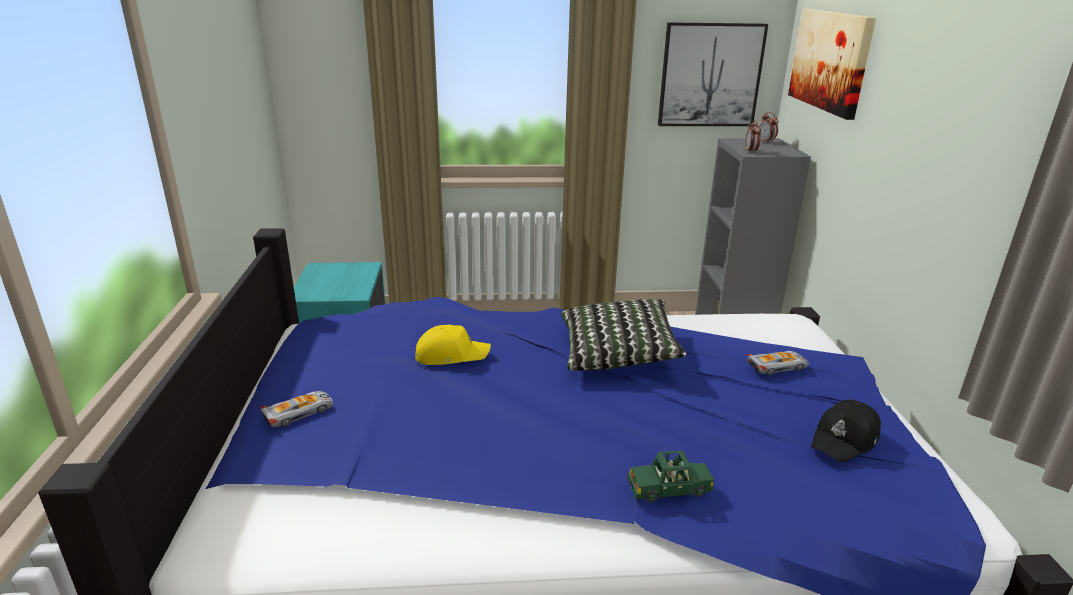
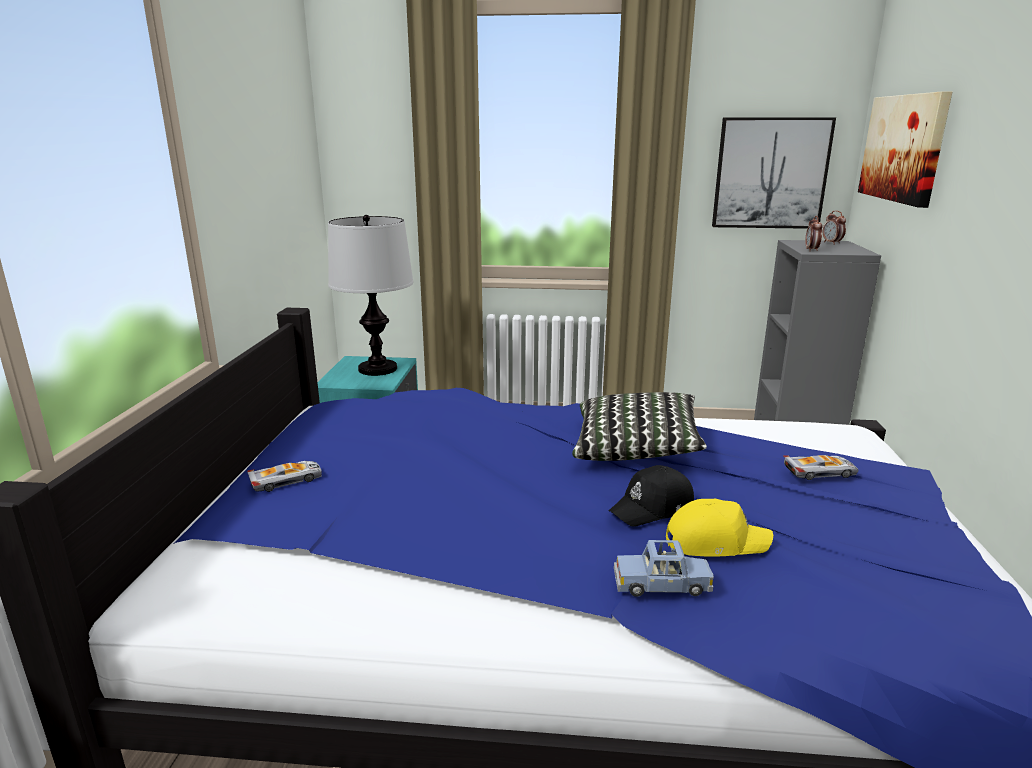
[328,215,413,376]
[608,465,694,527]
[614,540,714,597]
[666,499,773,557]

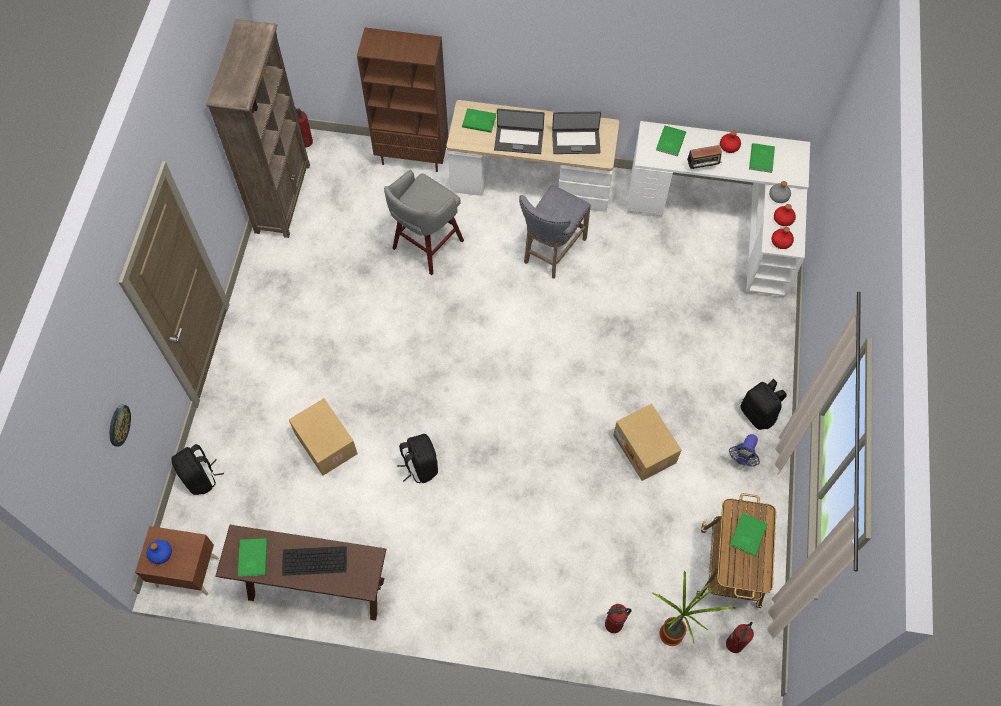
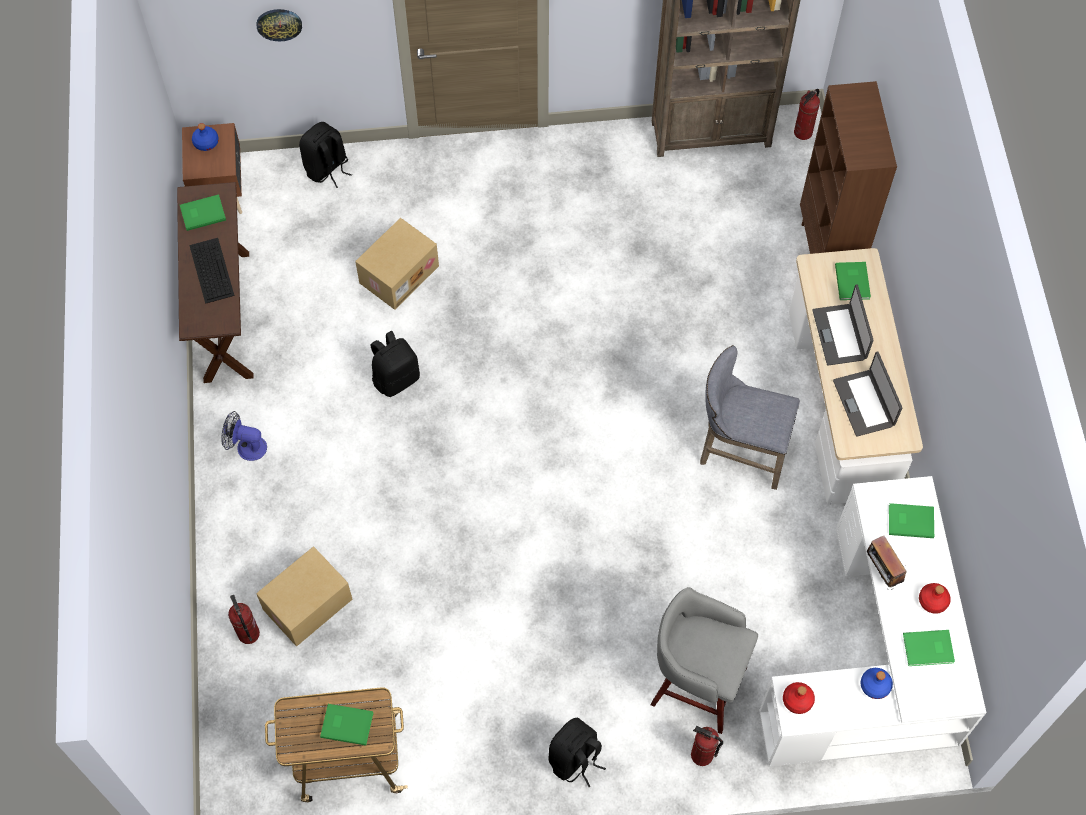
[221,411,267,461]
[256,546,352,646]
[651,587,758,734]
[691,726,723,766]
[861,668,893,699]
[652,570,736,646] (first image)
[774,204,796,226] (first image)

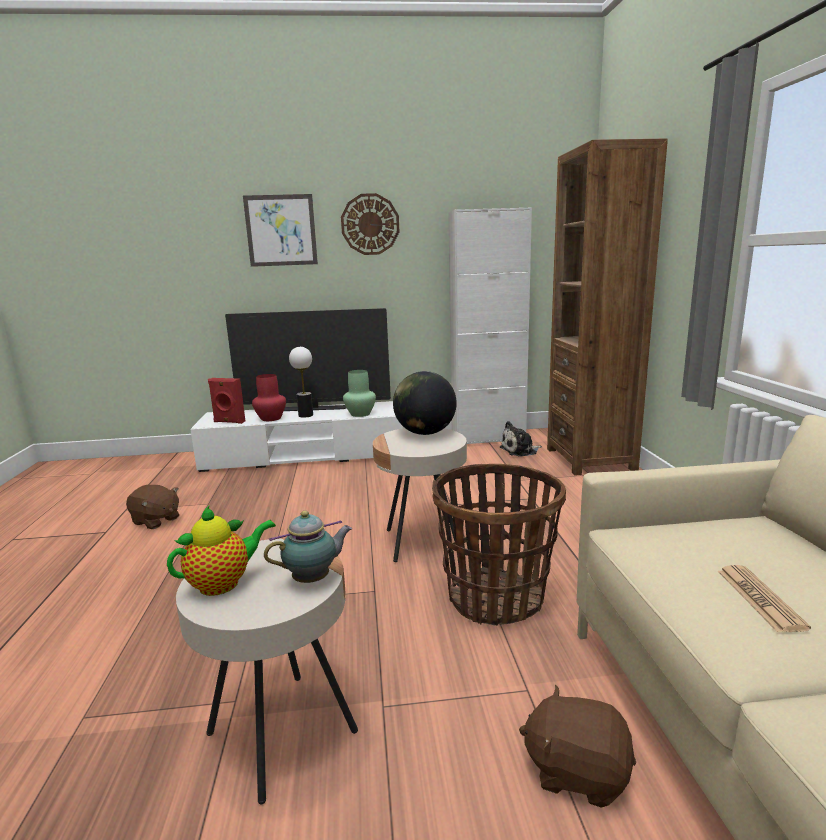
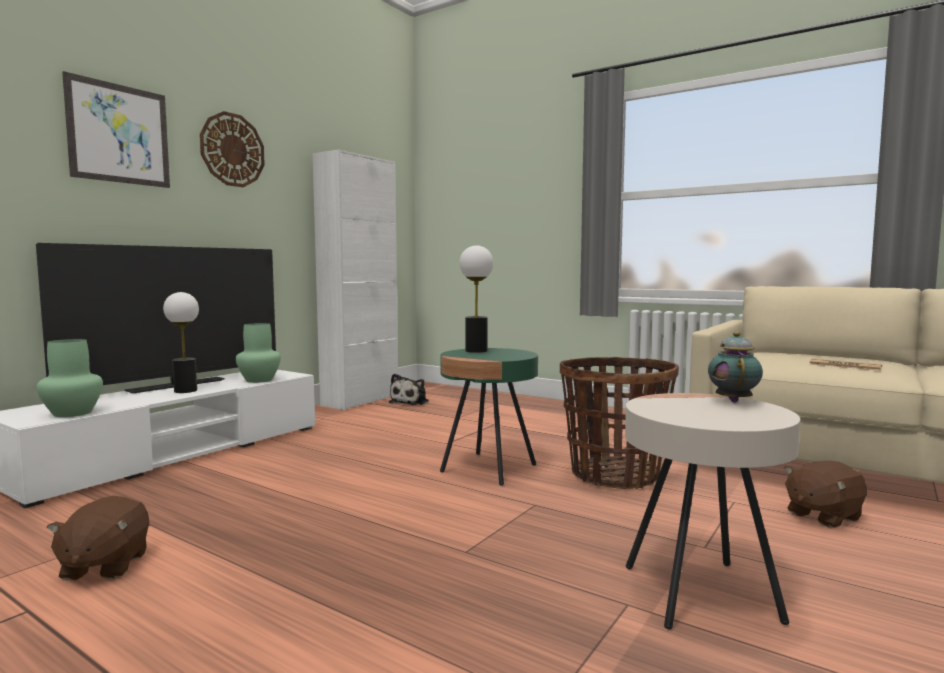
[36,339,103,417]
[46,496,149,581]
[440,348,538,485]
[459,245,493,353]
[167,506,276,596] (first image)
[252,374,286,421] (first image)
[547,139,668,476] (first image)

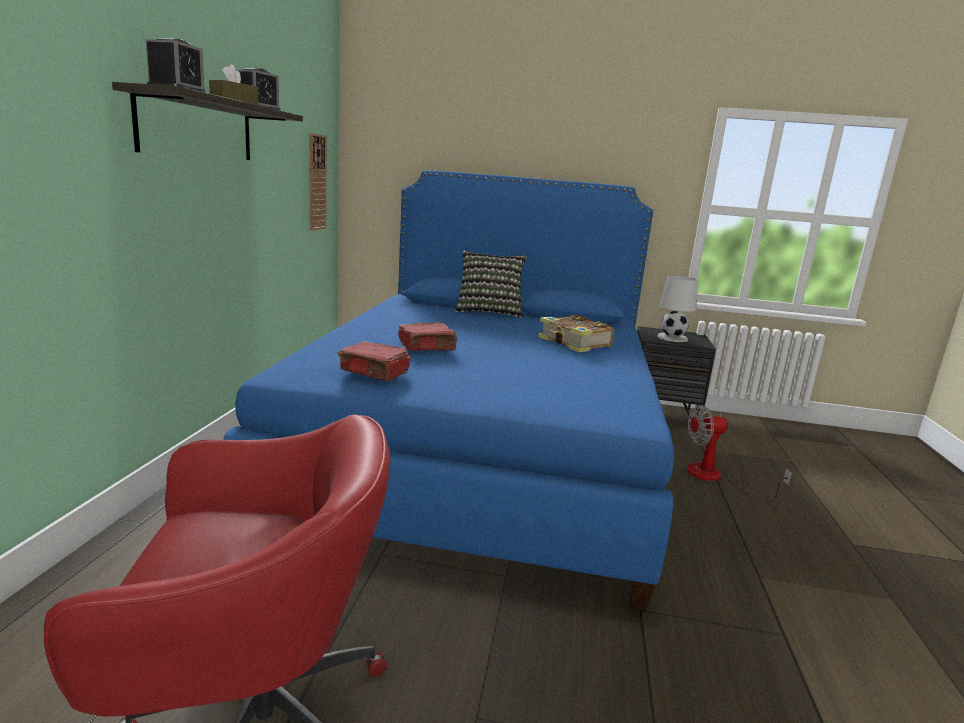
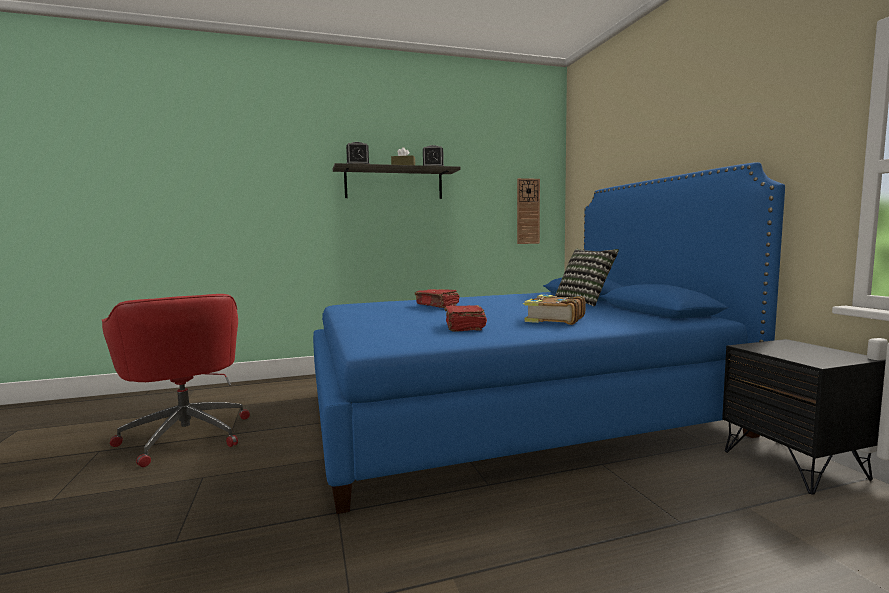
[444,305,487,332]
[657,275,698,342] (first image)
[687,405,792,501] (first image)

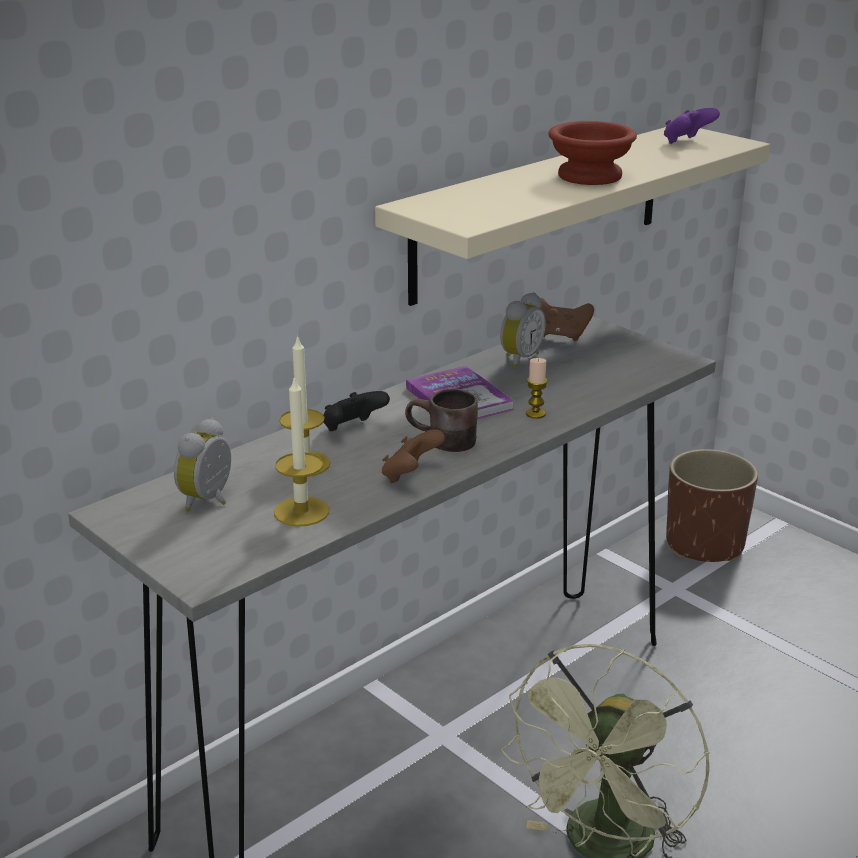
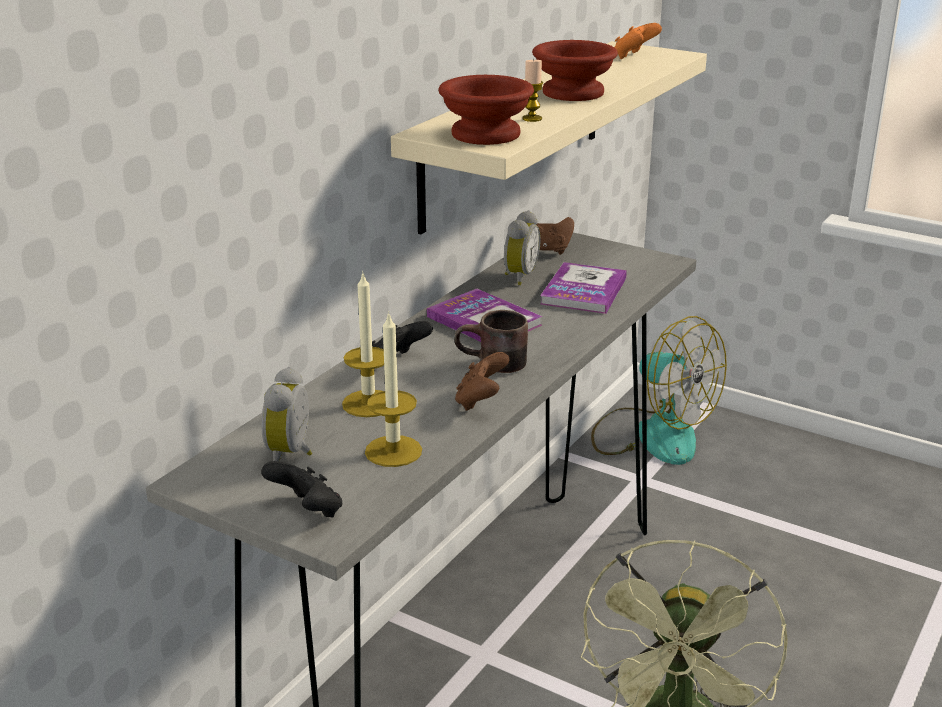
[261,461,342,518]
[438,75,534,145]
[522,59,543,122]
[540,262,627,314]
[591,316,727,465]
[615,23,662,59]

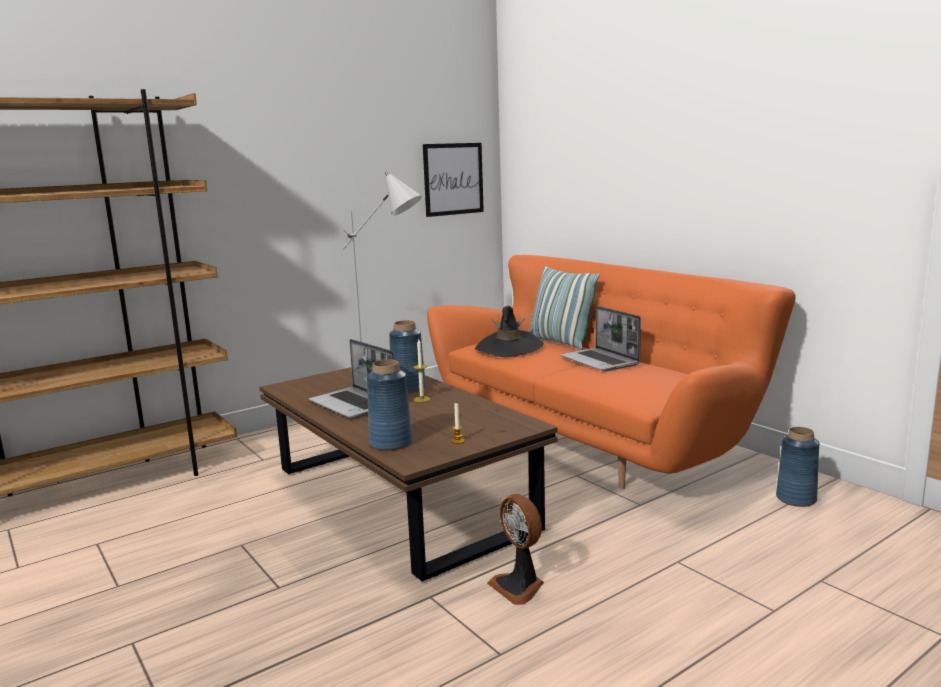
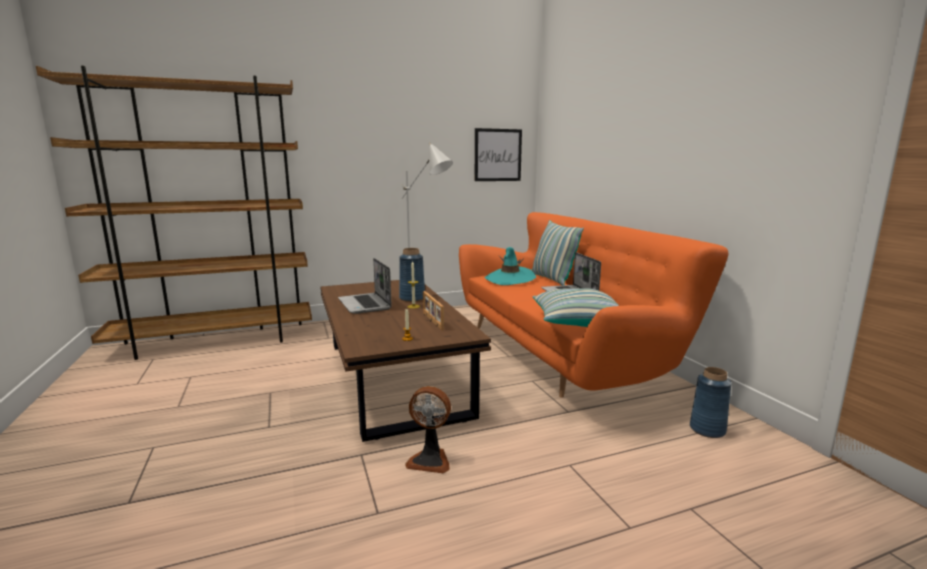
[405,386,451,474]
[423,291,444,331]
[484,247,536,285]
[532,288,619,327]
[367,359,412,451] (first image)

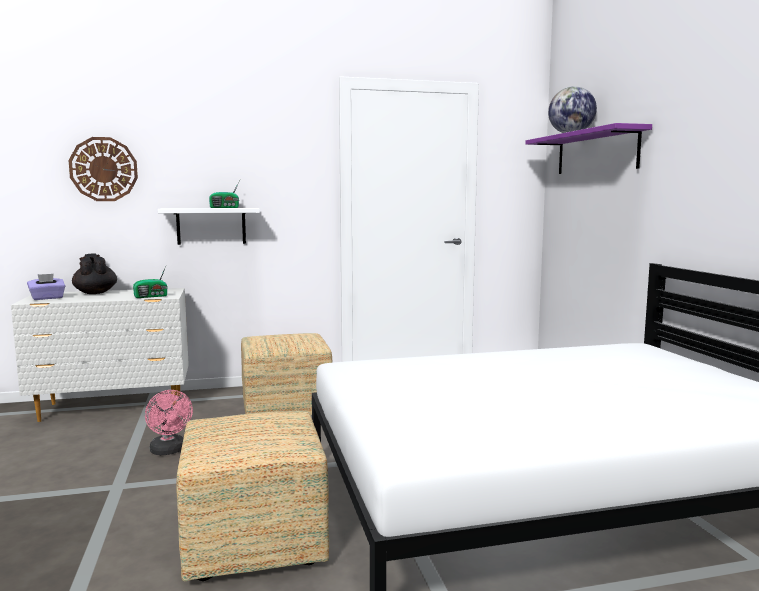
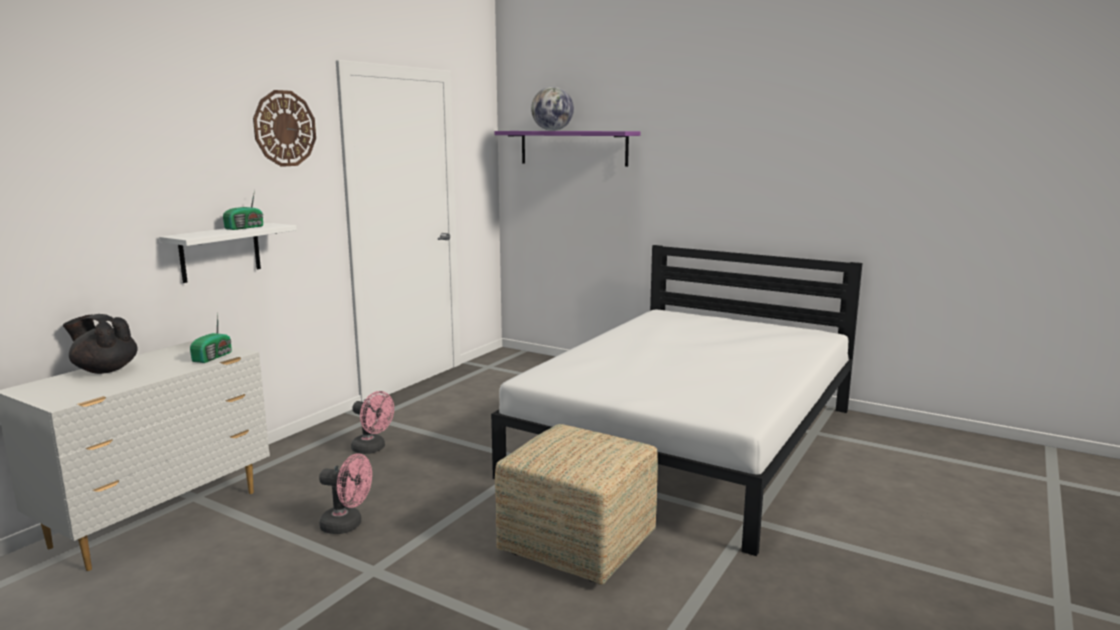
[253,90,316,167]
[351,391,394,454]
[27,274,65,300] (first image)

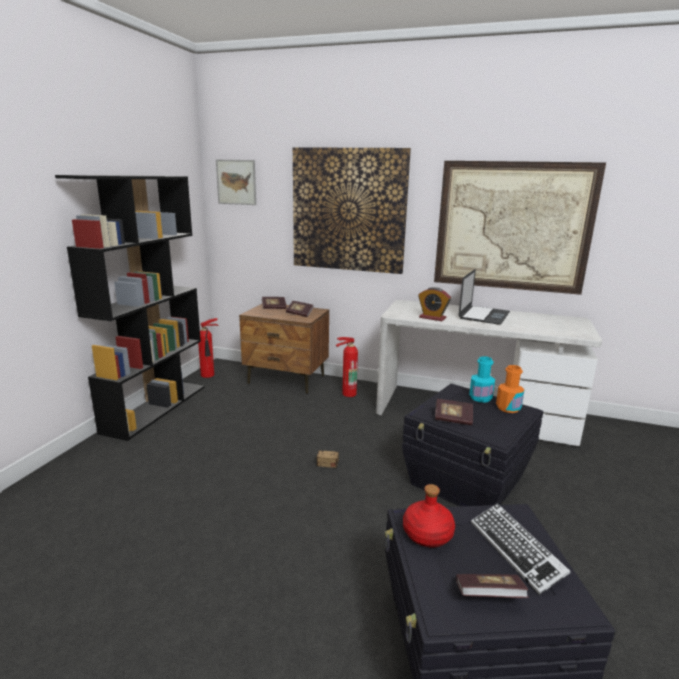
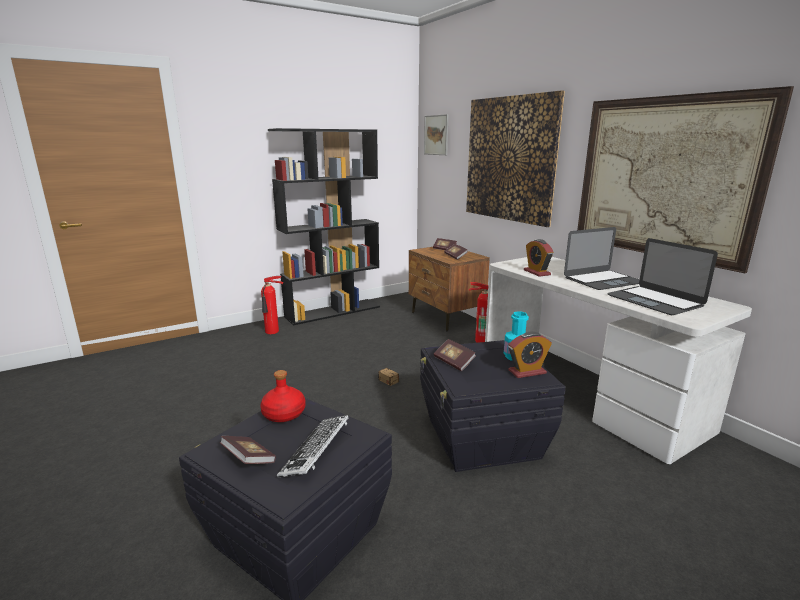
[261,276,283,334]
[508,332,552,378]
[607,238,718,315]

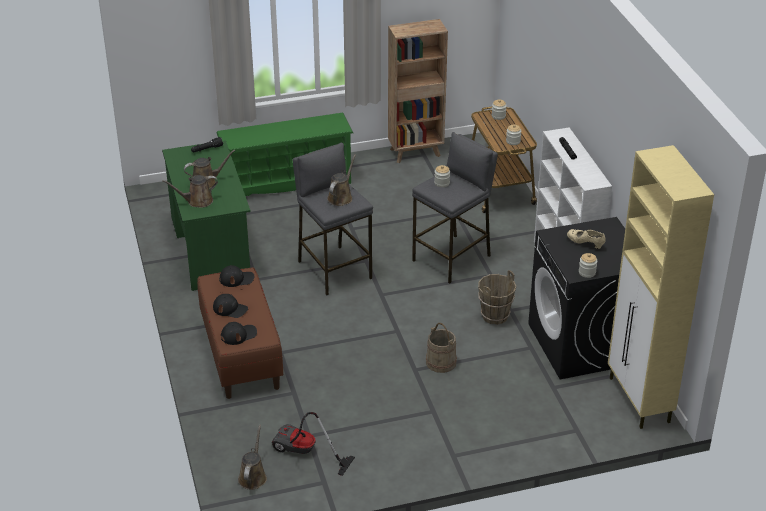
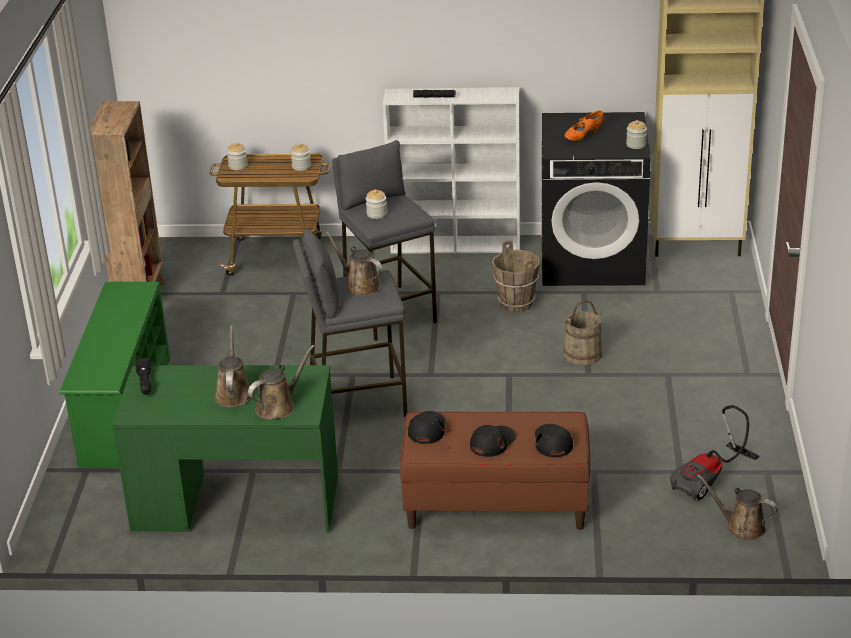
[248,345,315,420]
[564,110,604,141]

